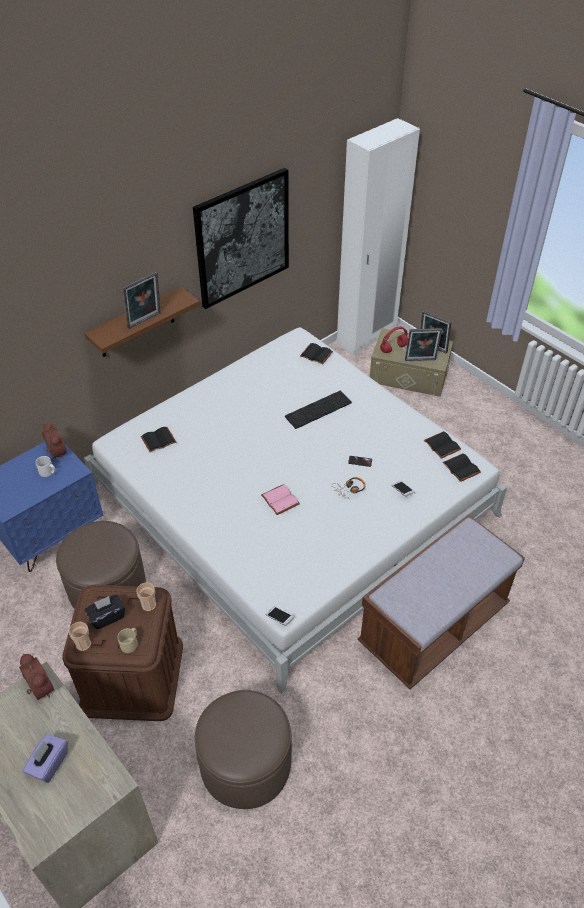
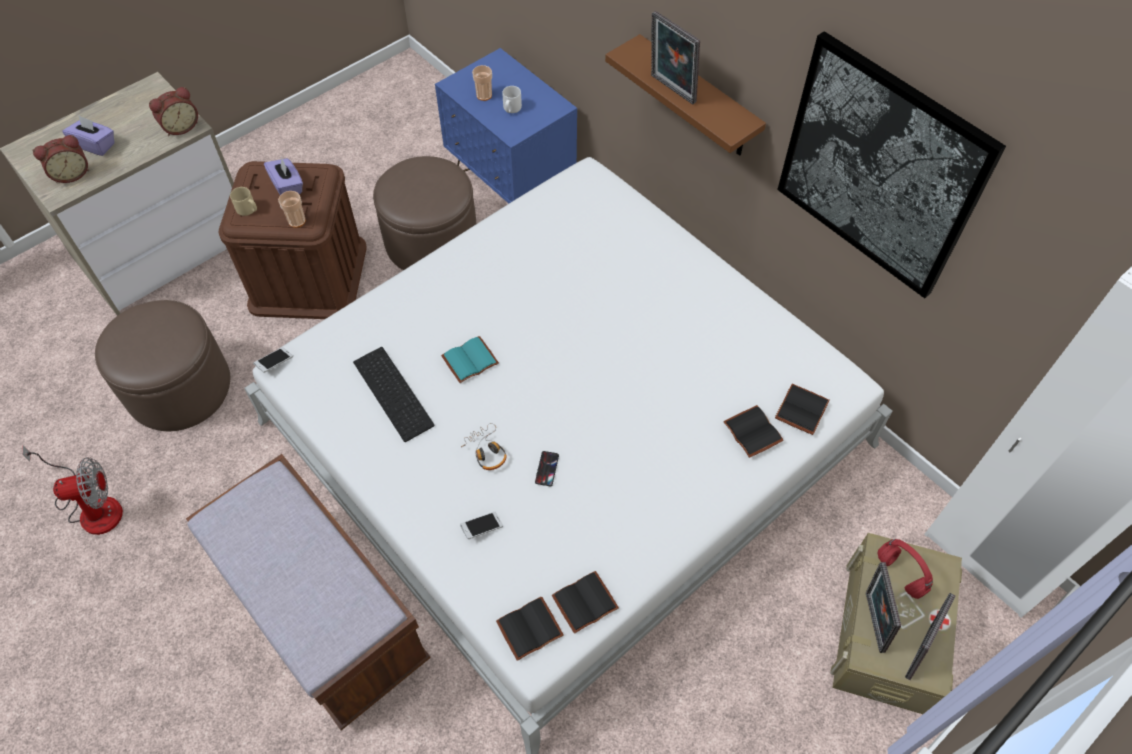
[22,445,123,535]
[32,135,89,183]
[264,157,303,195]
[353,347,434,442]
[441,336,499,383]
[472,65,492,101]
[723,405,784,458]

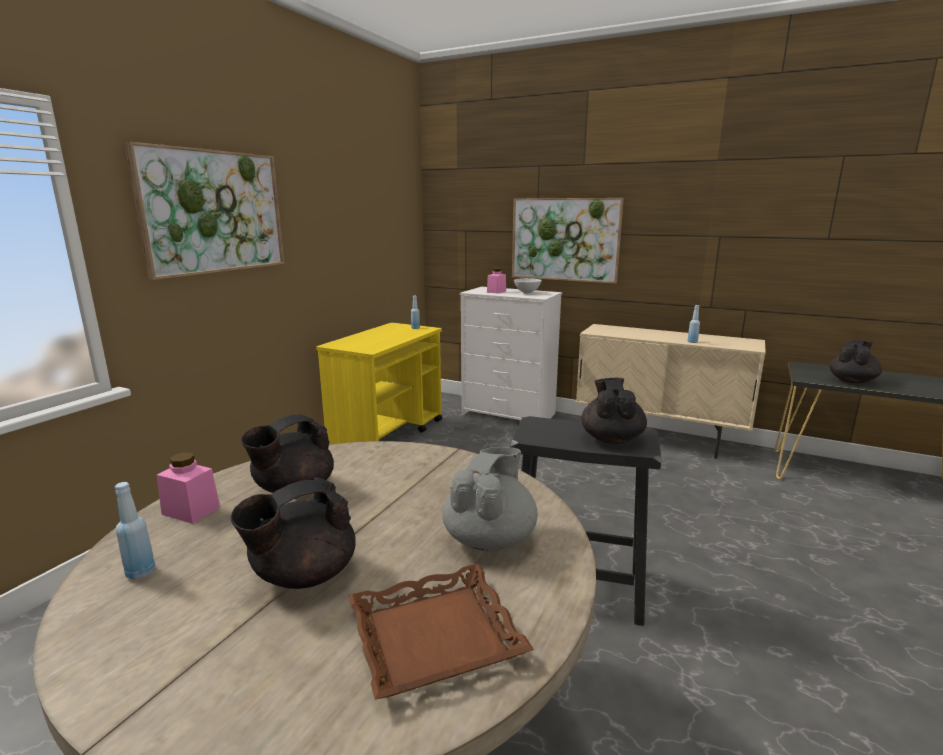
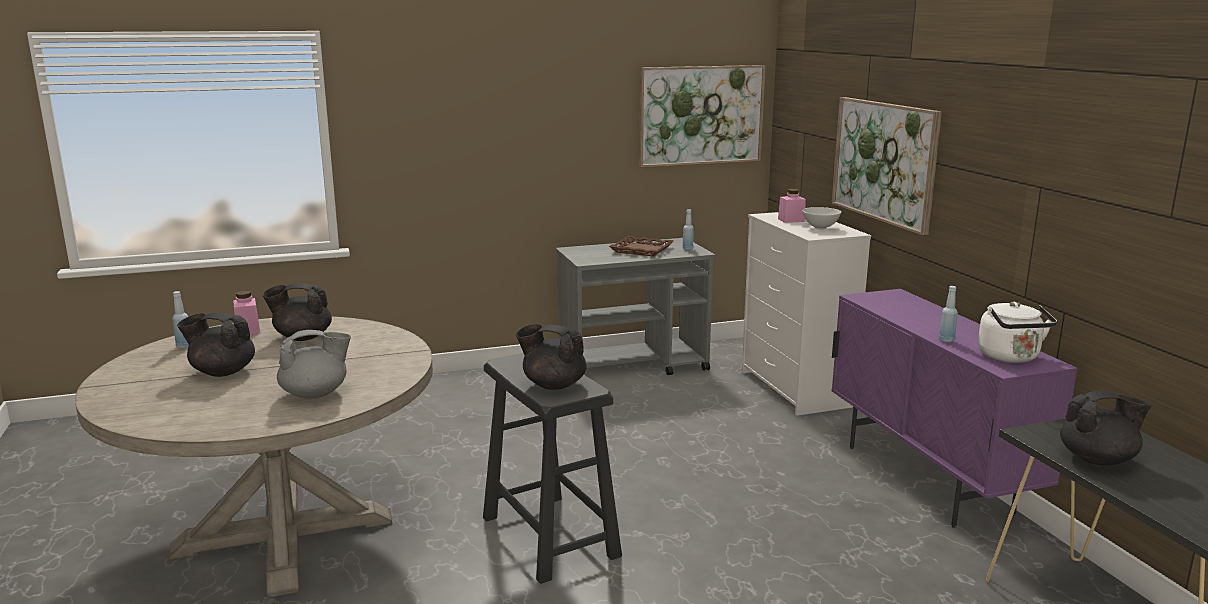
[516,324,586,390]
[556,238,715,375]
[609,236,674,257]
[639,65,766,167]
[832,289,1078,528]
[978,302,1057,363]

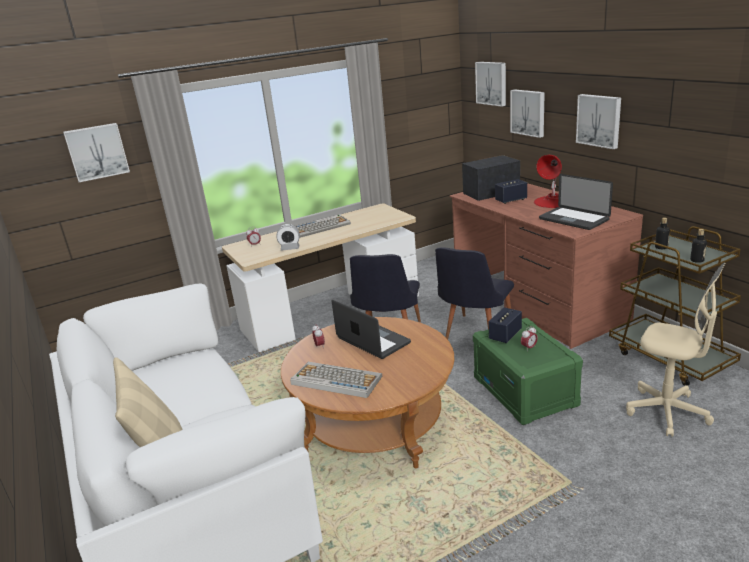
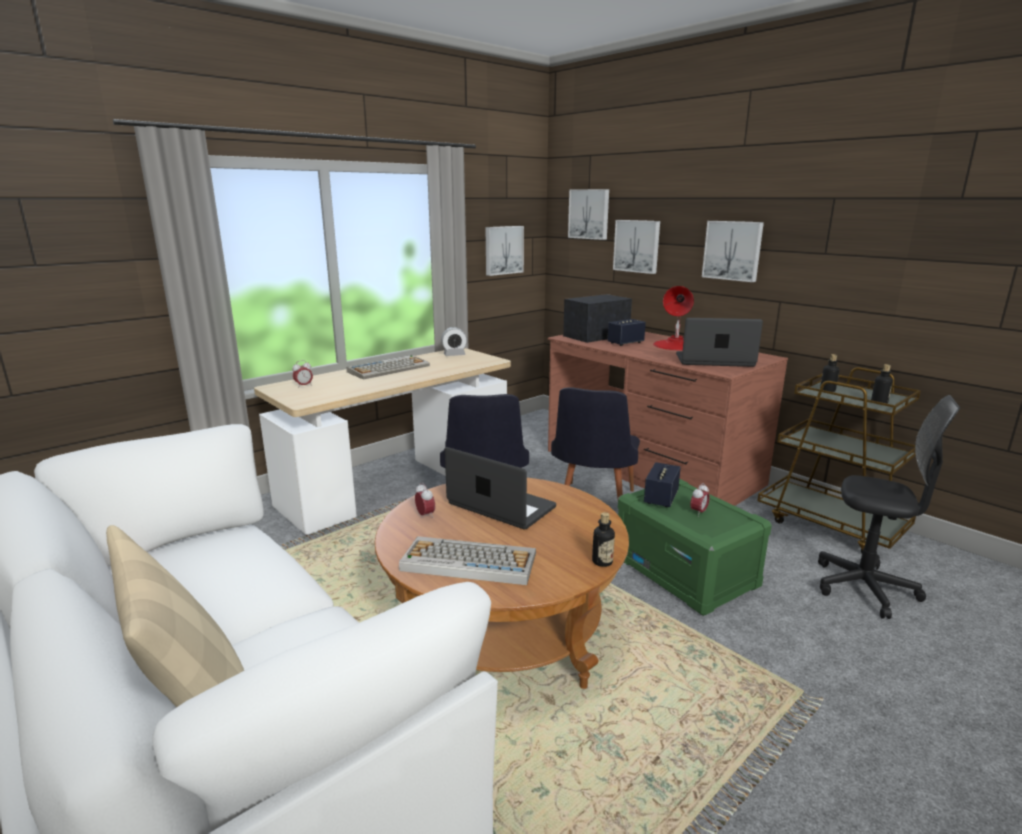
[441,327,467,356]
[485,226,524,276]
[592,512,615,567]
[676,318,763,367]
[818,395,960,619]

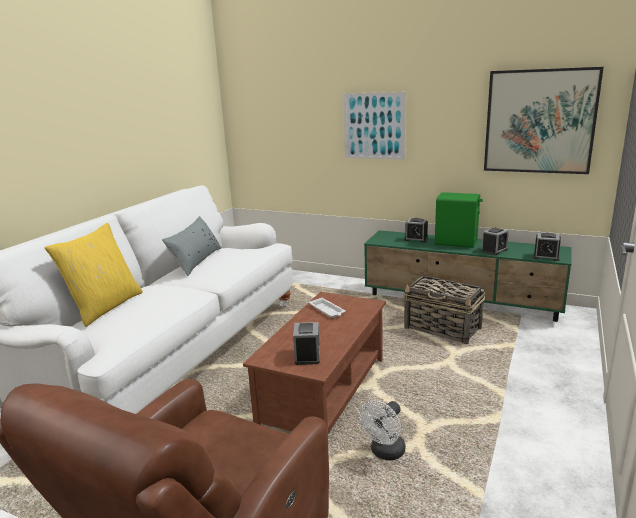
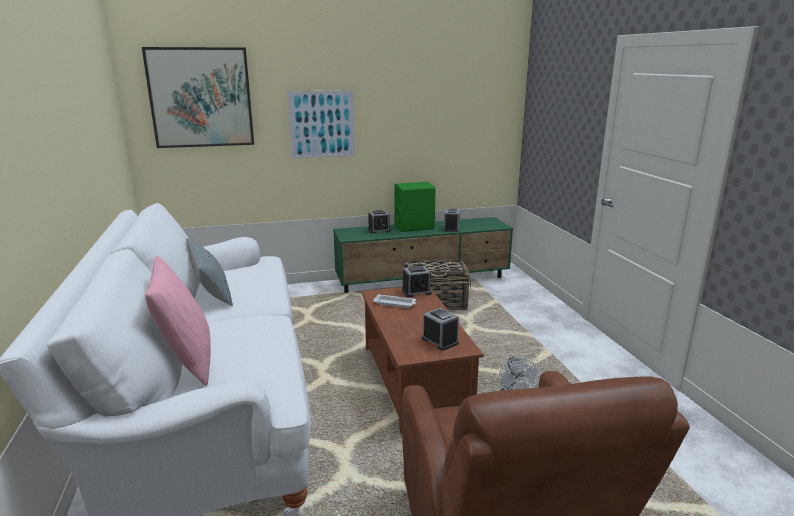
[142,47,254,148]
[145,256,211,386]
[402,266,432,297]

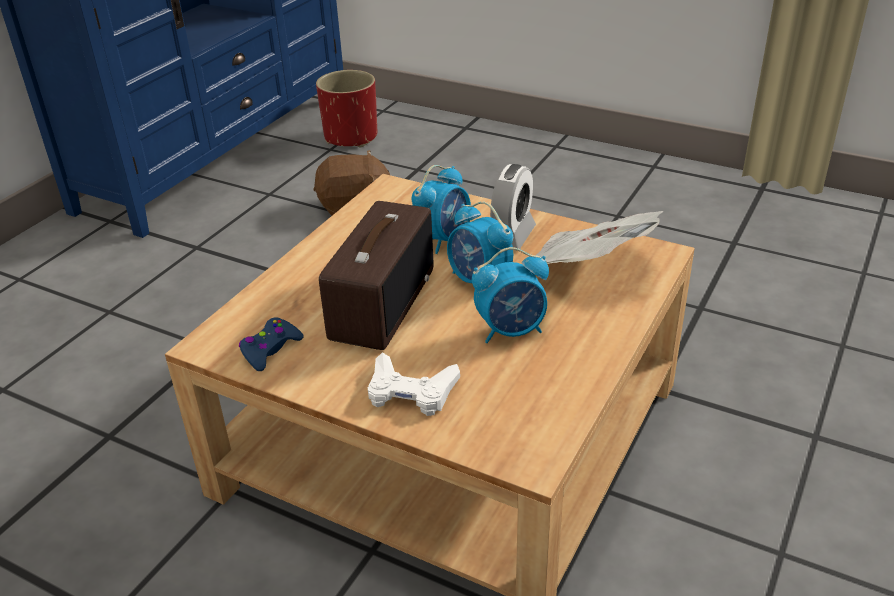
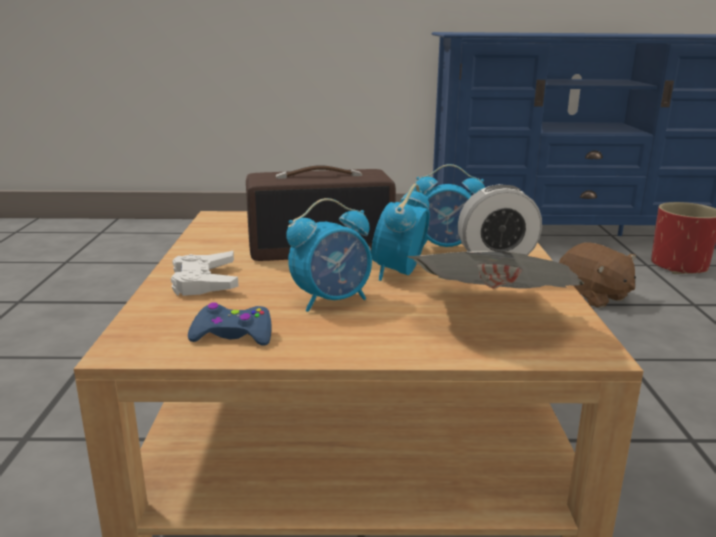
[188,303,271,346]
[286,198,372,312]

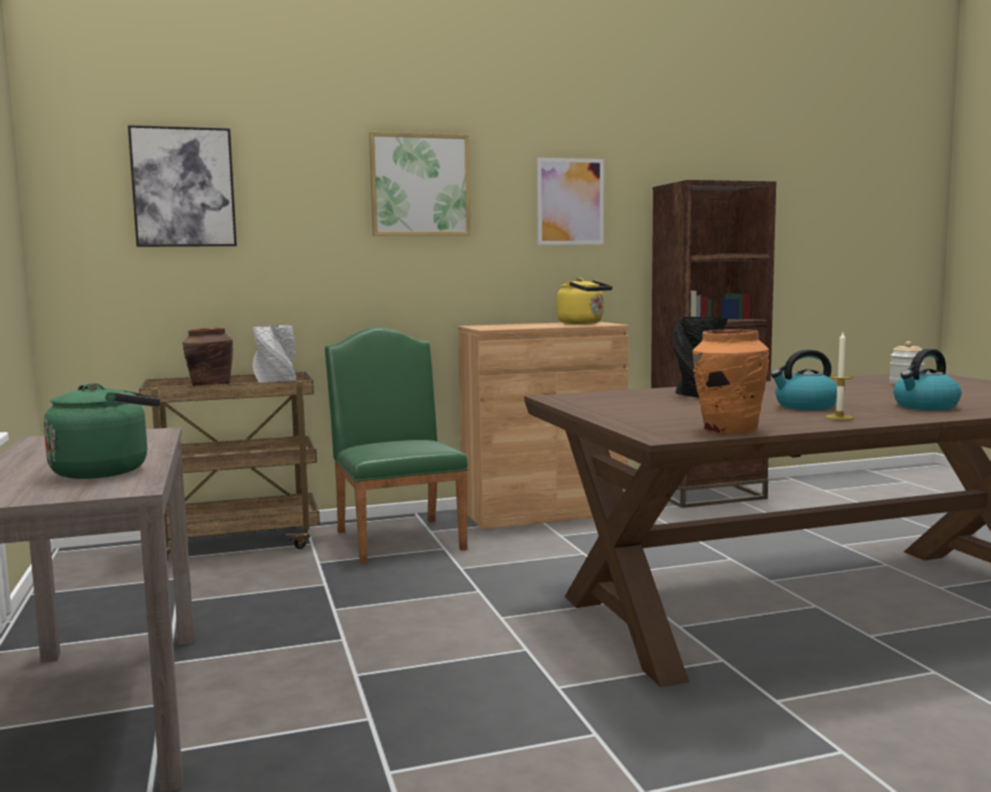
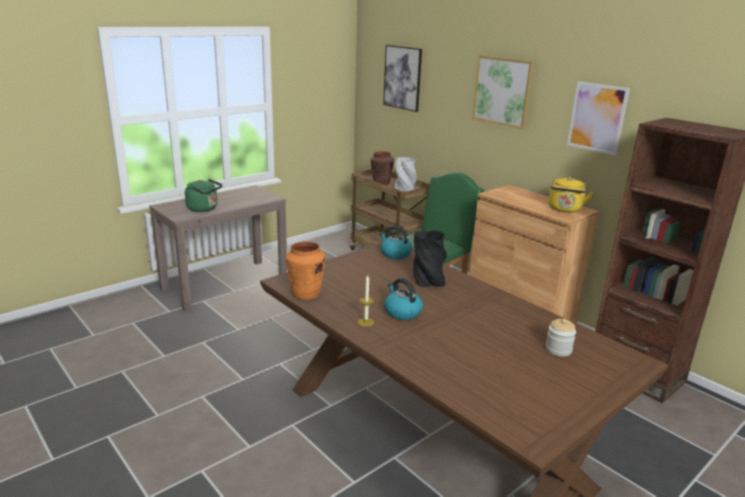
[379,226,412,259]

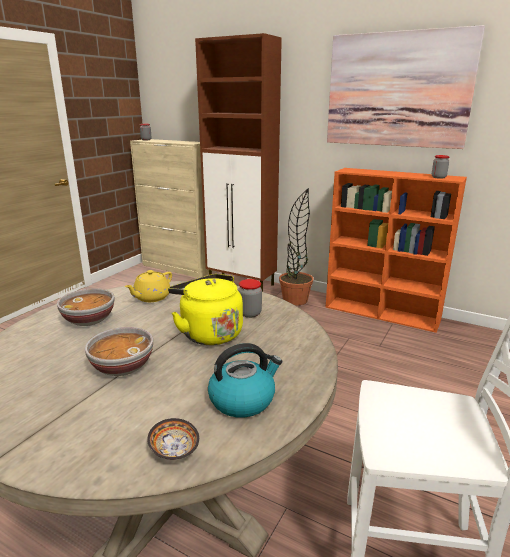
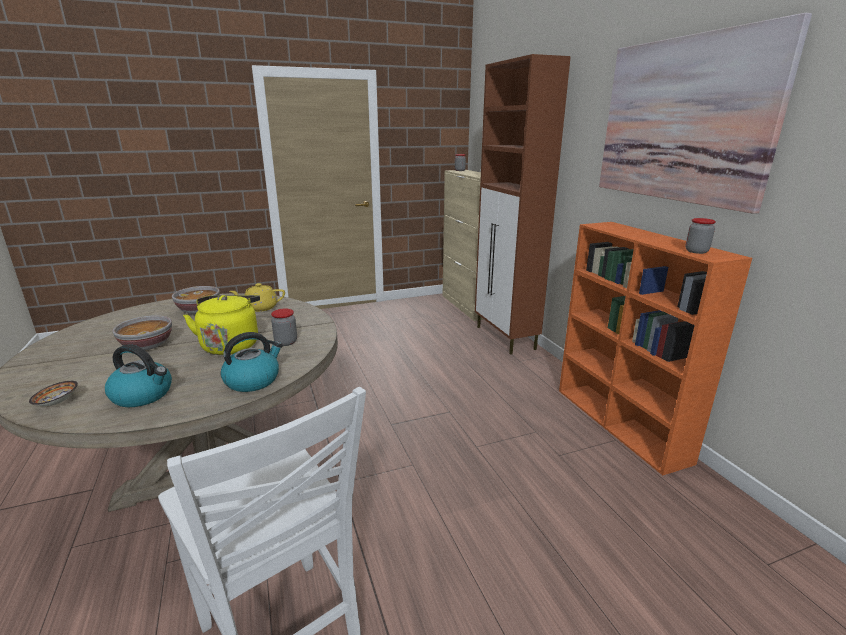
[221,332,283,392]
[279,188,313,306] (first image)

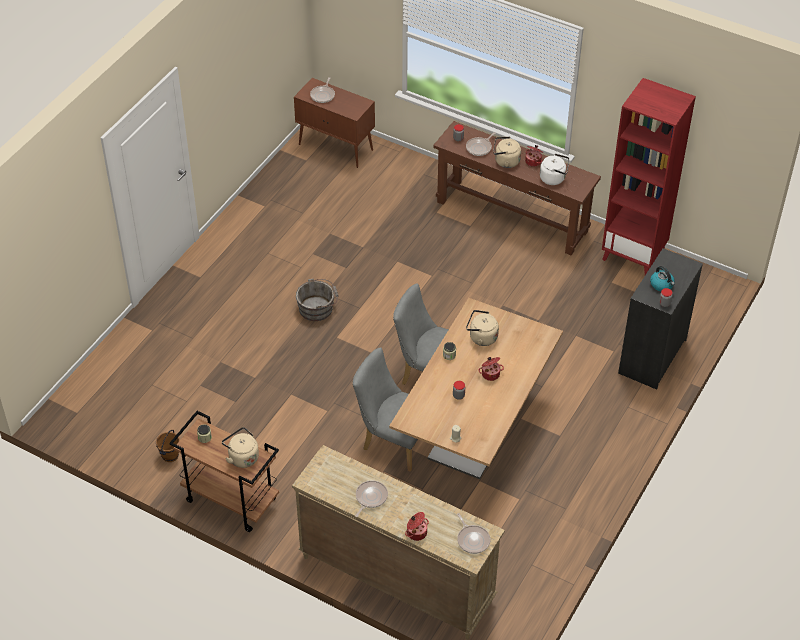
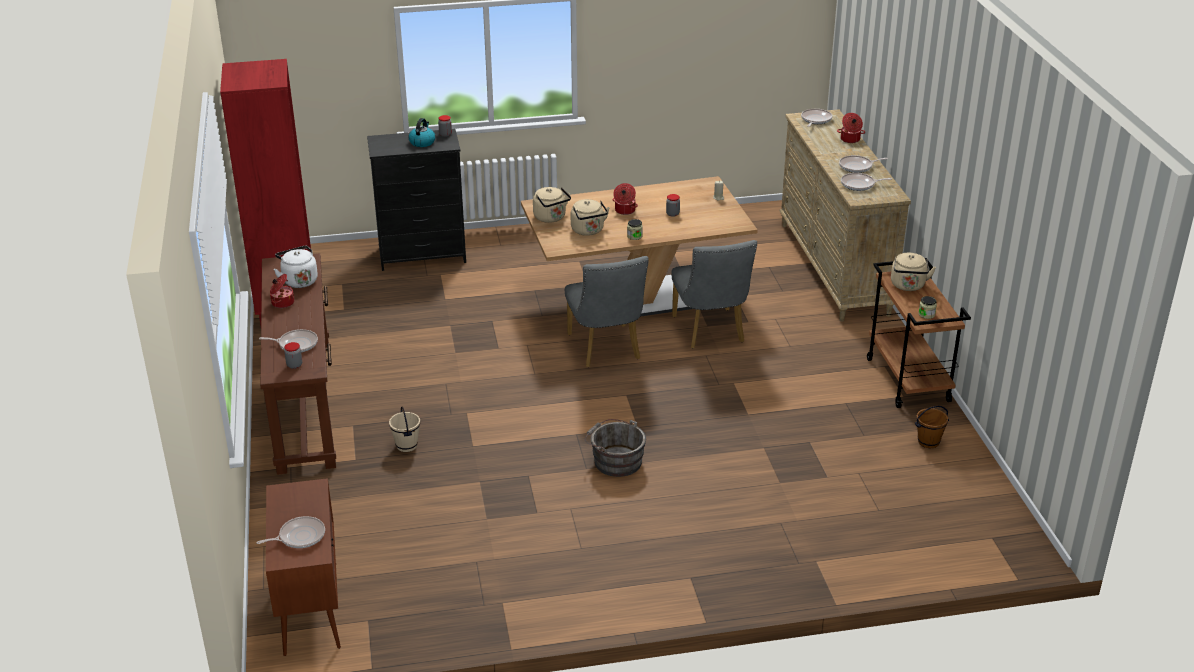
[389,407,420,452]
[533,187,571,223]
[841,173,892,191]

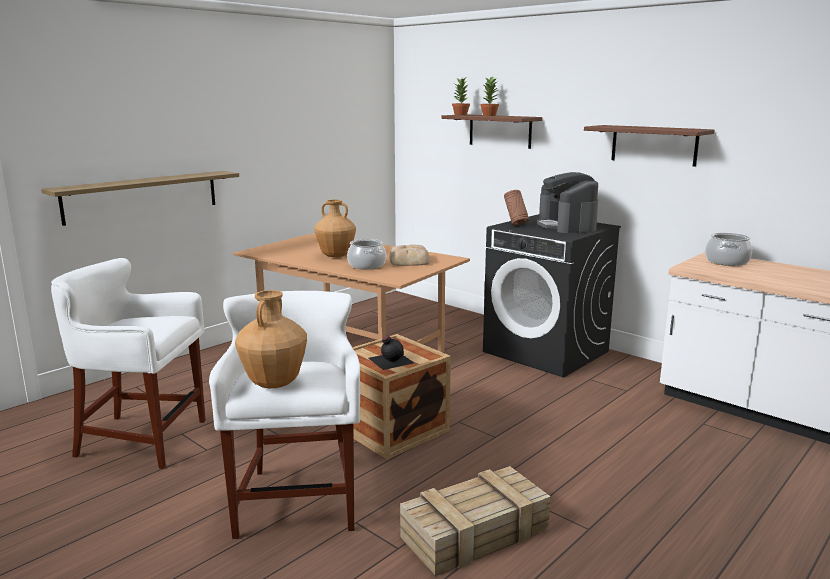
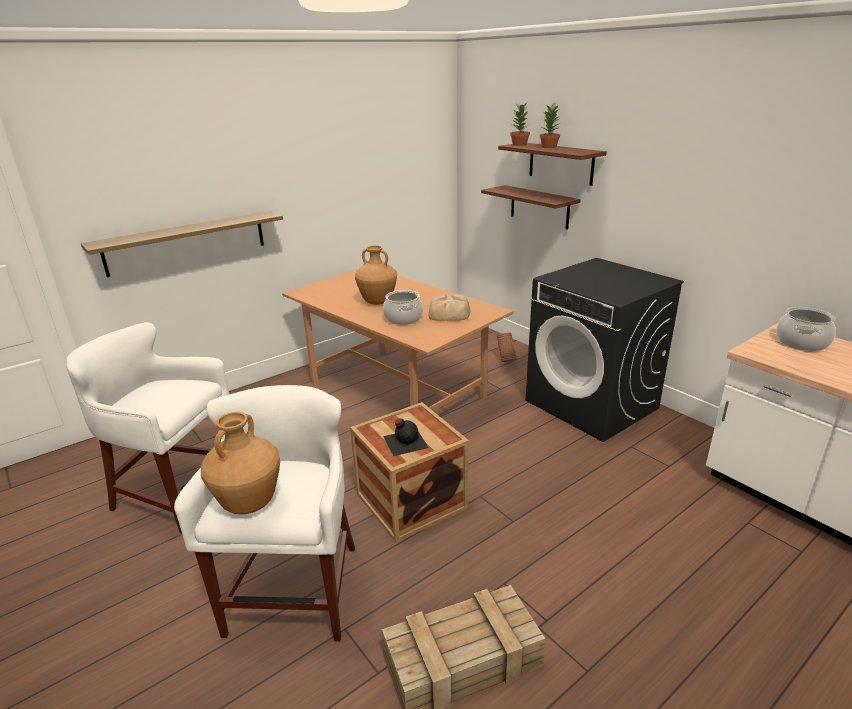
[481,185,581,230]
[497,333,516,362]
[537,172,598,233] (first image)

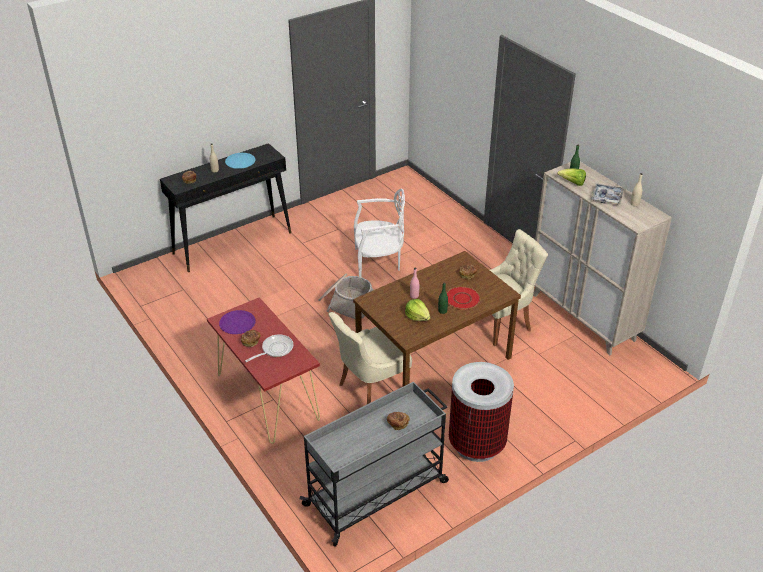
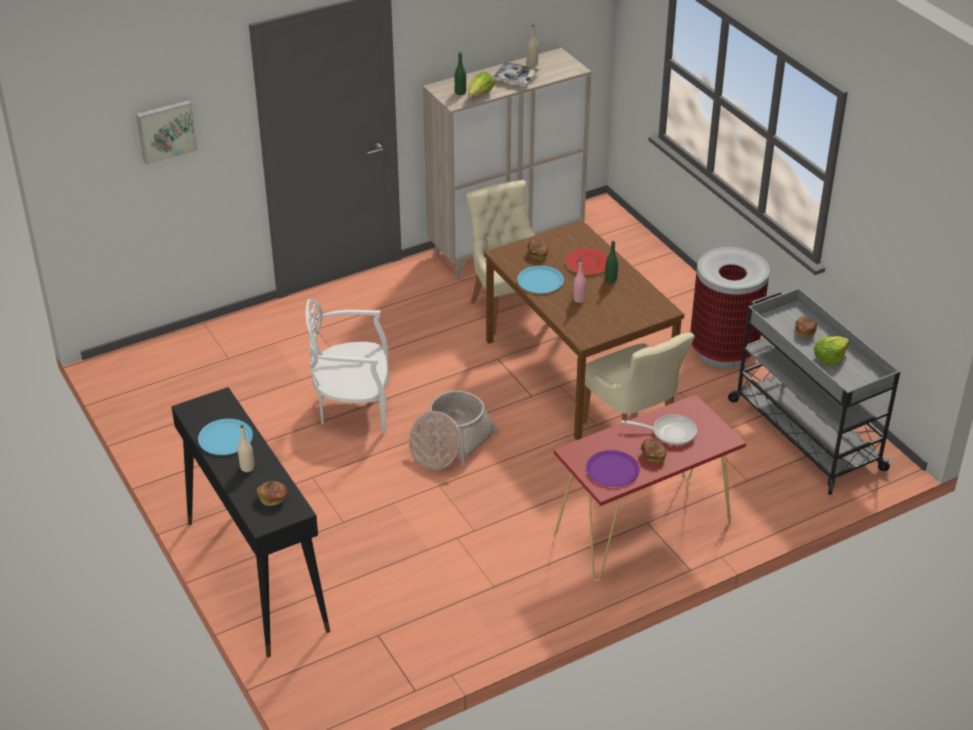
[136,100,198,165]
[306,299,388,434]
[517,266,564,293]
[621,415,697,445]
[814,336,849,366]

